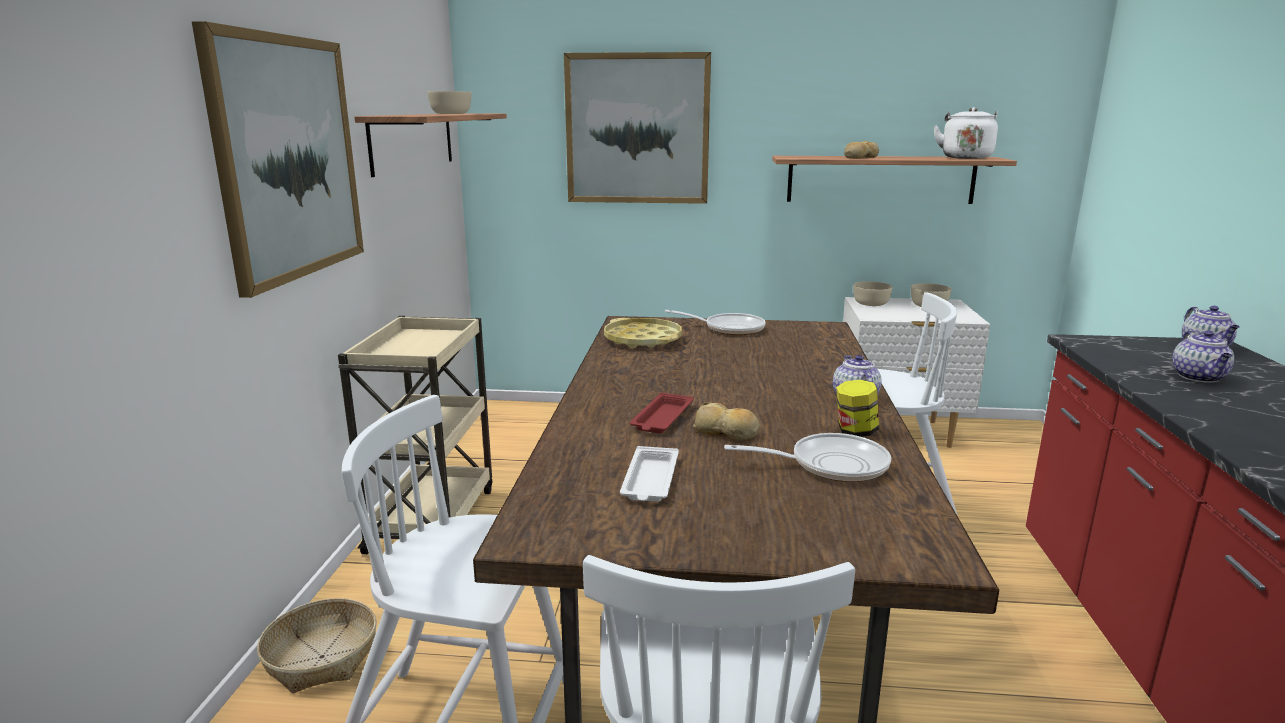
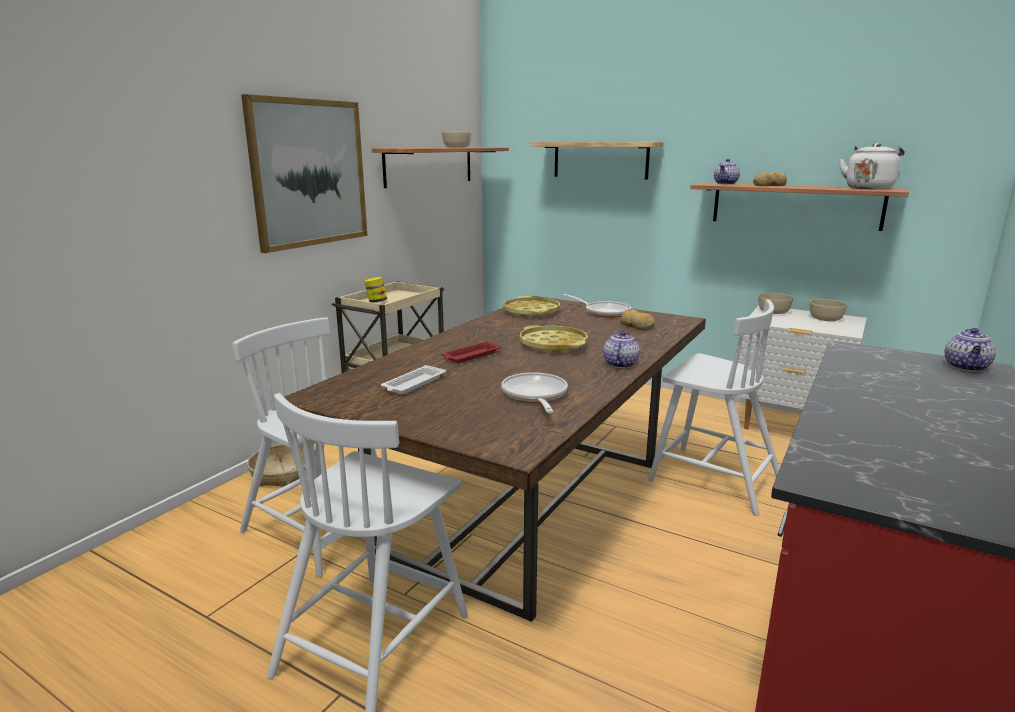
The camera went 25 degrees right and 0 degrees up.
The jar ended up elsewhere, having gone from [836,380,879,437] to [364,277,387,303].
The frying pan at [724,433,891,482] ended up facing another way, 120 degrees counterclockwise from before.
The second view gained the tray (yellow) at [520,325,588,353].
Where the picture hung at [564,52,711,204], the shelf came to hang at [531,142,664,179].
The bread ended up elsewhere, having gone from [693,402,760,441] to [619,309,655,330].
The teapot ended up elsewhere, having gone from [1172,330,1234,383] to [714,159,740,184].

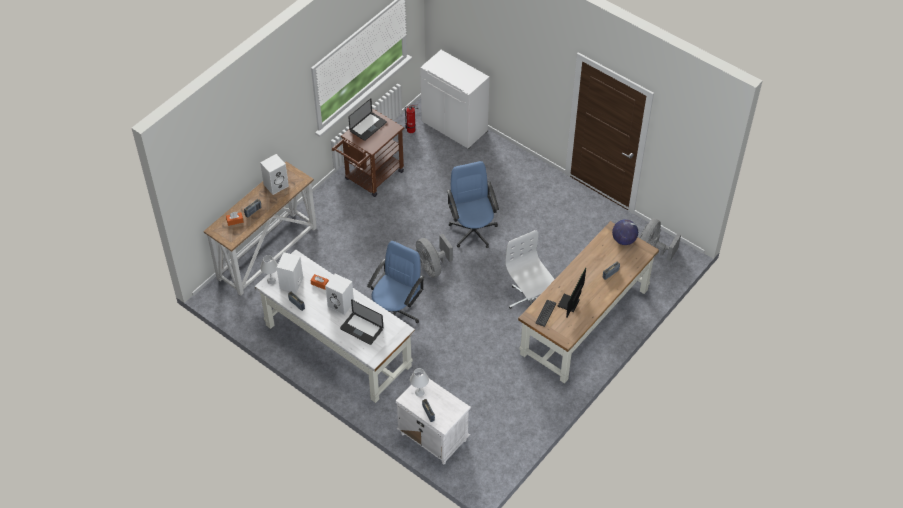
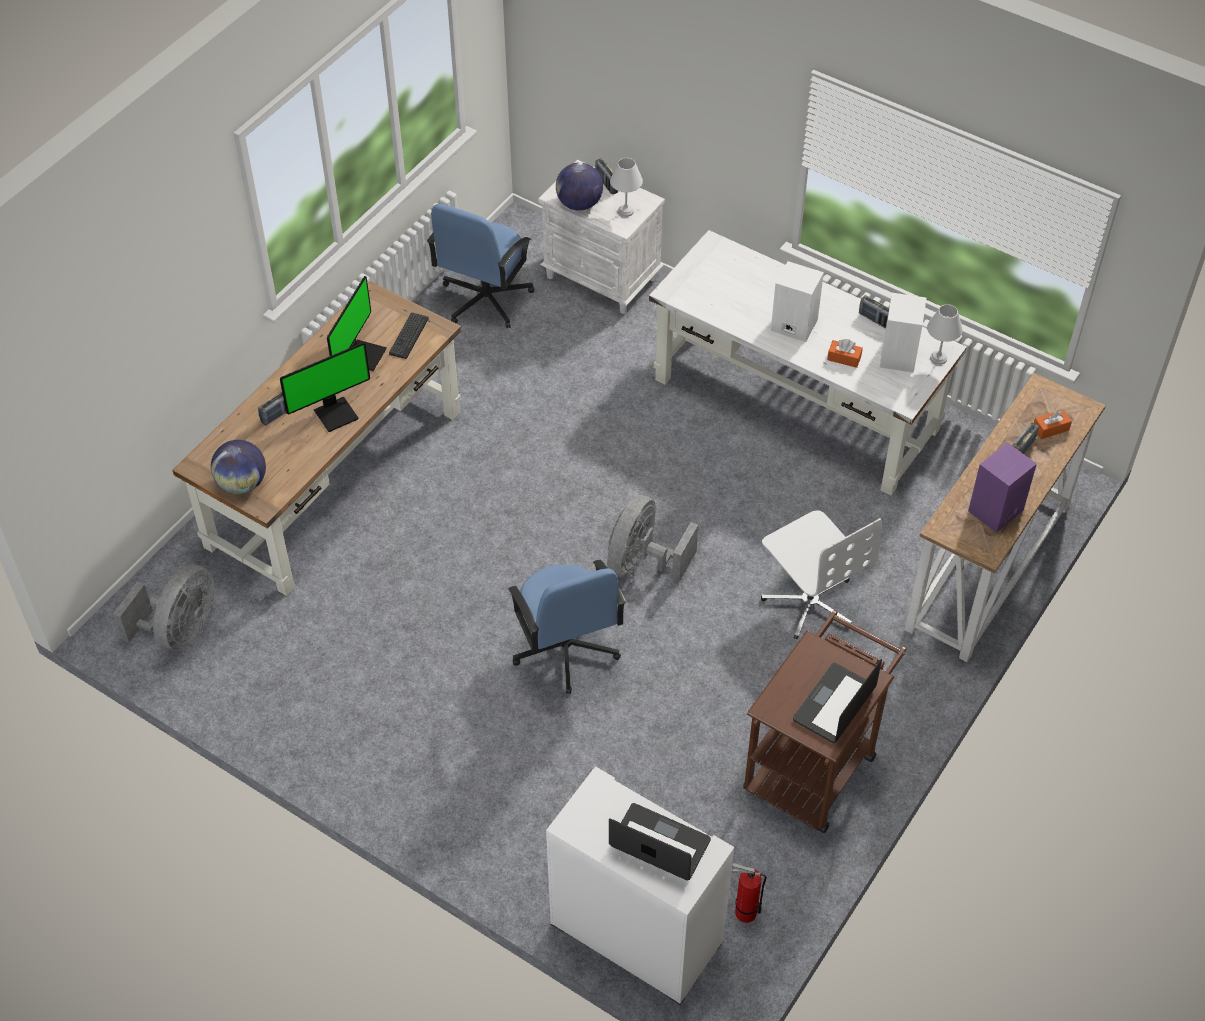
The camera went 175 degrees right and 0 degrees up.
The second view gained the monitor at [280,342,370,432].
The office chair (blue) ended up elsewhere, having gone from [367,241,424,323] to [427,204,534,328].
The second view gained the globe at [556,162,603,211].
The fan (grey) at [416,234,453,278] ended up facing another way, 120 degrees counterclockwise from before.
The laptop ended up elsewhere, having gone from [340,299,383,345] to [609,803,711,880].
The office chair (white) ended up elsewhere, having gone from [505,230,555,309] to [761,510,882,639].
What was the speaker (white) at [260,154,289,195] turned into the speaker (purple) at [968,442,1037,533].

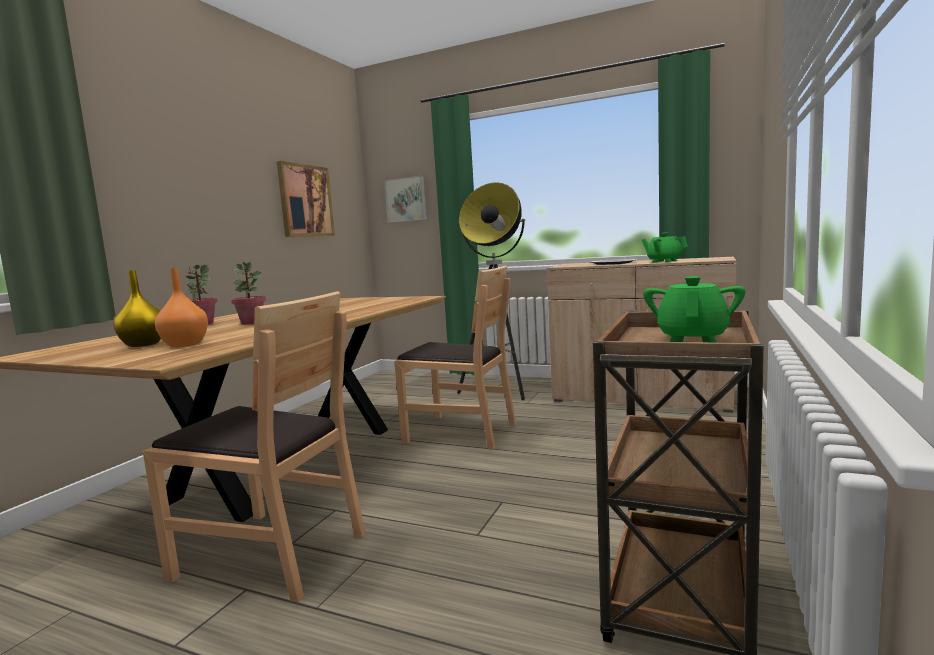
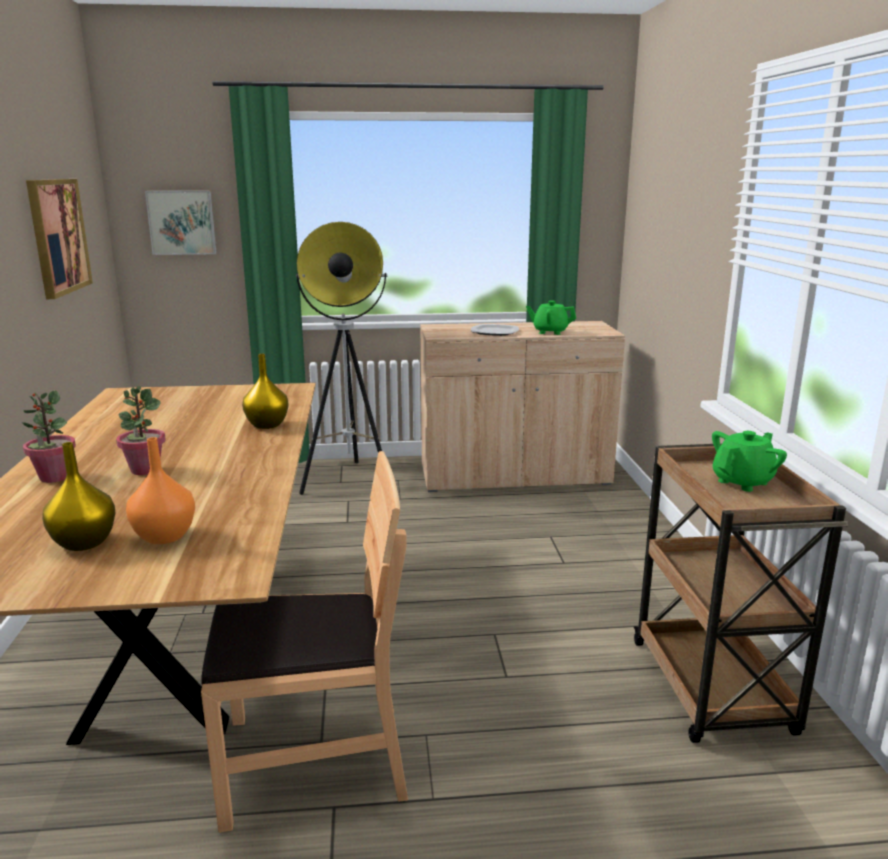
The camera went 30 degrees left and 10 degrees up.
The second view gained the vase (yellow) at [242,354,288,429].
The teapot (green) at [643,276,745,343] ended up facing another way, 60 degrees clockwise from before.
The second view lost the chair (brown) at [394,266,516,450].

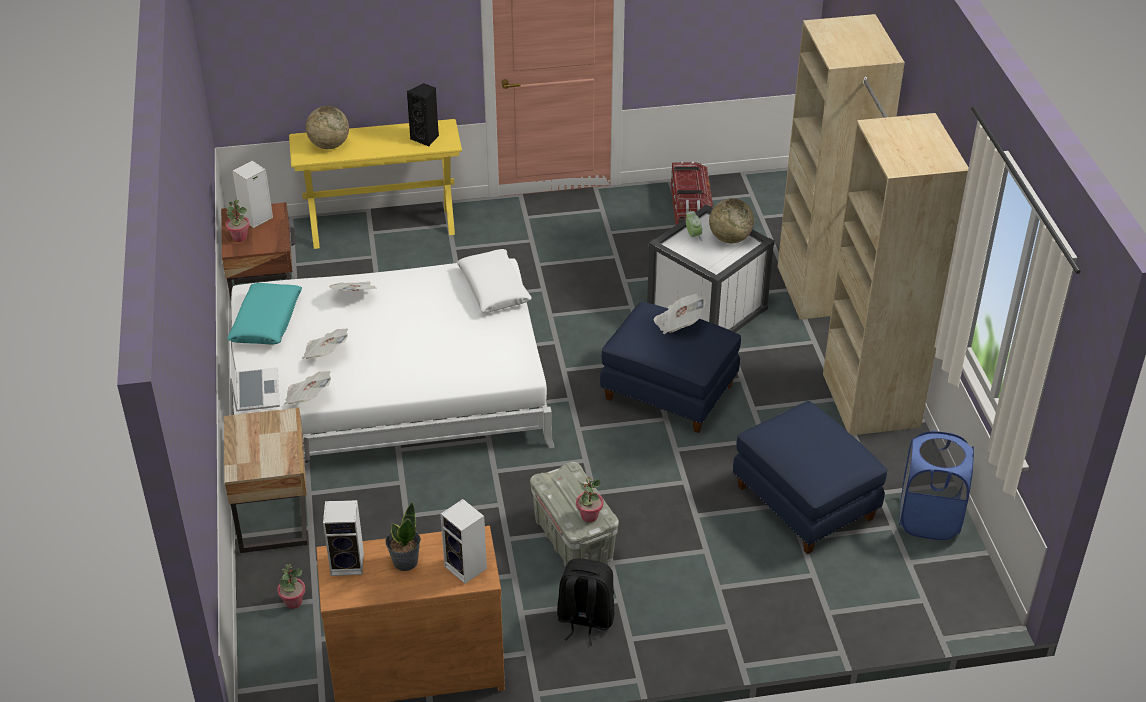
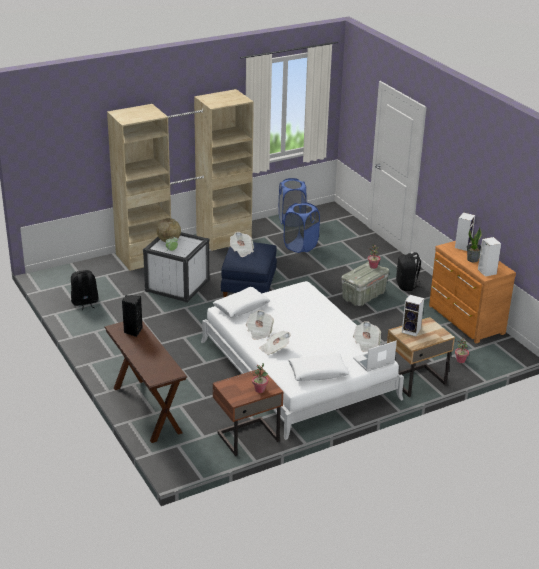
The camera went 110 degrees left and 10 degrees down.
Where the storage box stood at [671,161,713,226], the backpack (black) came to stand at [71,270,99,310].
What was the console table (yellow) at [289,119,462,249] turned into the console table (brown) at [104,321,187,443].
The newspaper ended up elsewhere, having gone from [302,328,348,359] to [246,310,274,340].
Where the ottoman (blue) stood at [733,401,887,554], the laundry basket (blue) came to stand at [284,203,320,253].
What was the pillow (turquoise) at [227,283,302,344] turned into the pillow (white) at [288,353,349,381].
The speaker ended up elsewhere, having gone from [232,161,273,228] to [402,295,424,336].
The second view lost the globe at [306,106,349,149].

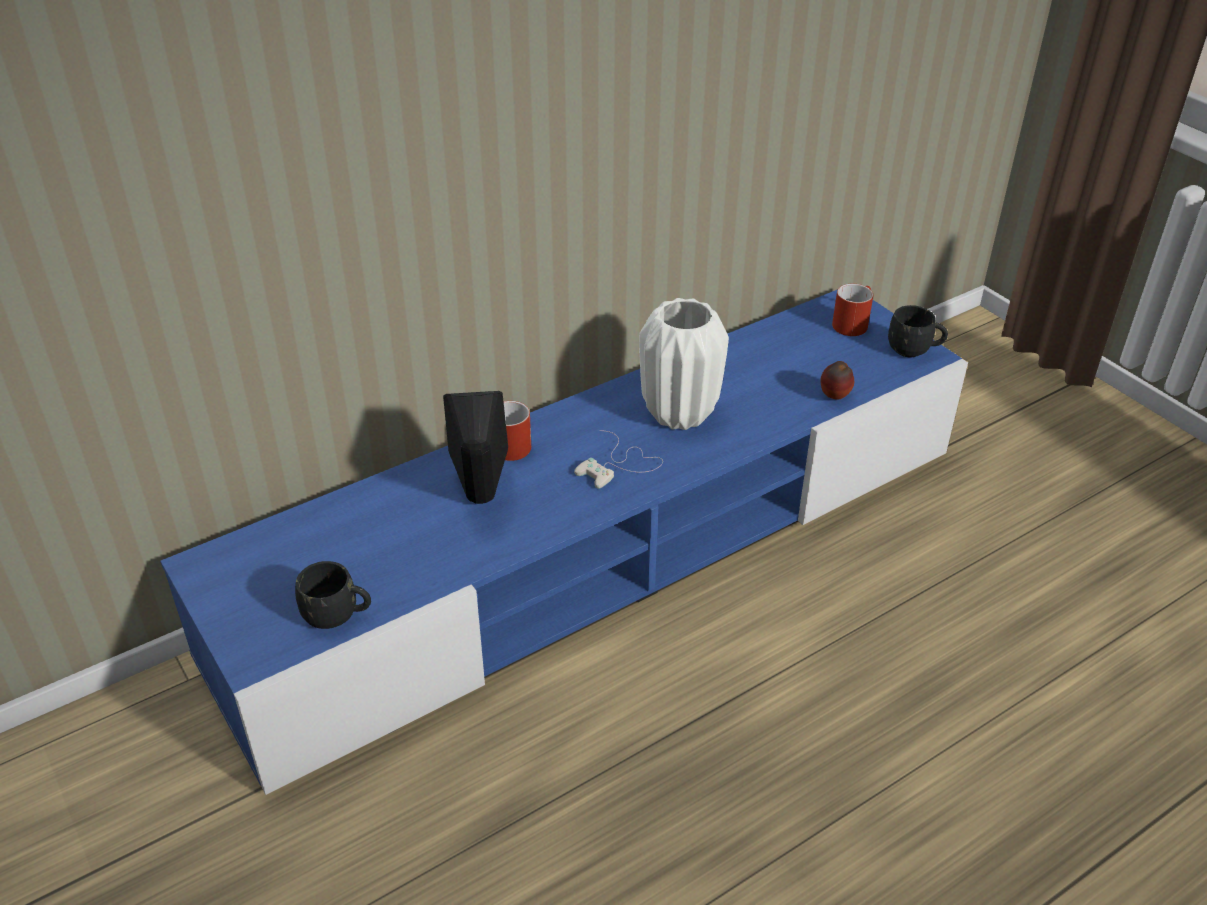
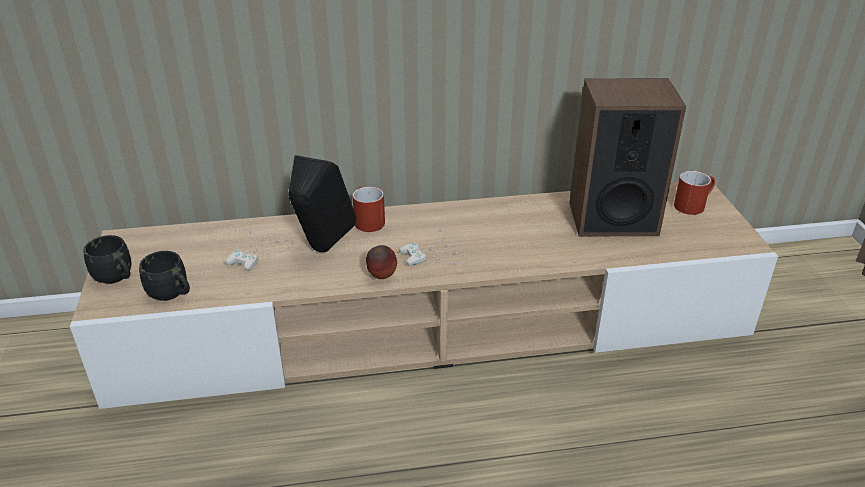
The camera went 25 degrees right and 5 degrees down.
What was the tv stand (blue) at [160,289,968,795] turned into the tv stand (beige) at [70,182,778,409].
The mug (black) ended up elsewhere, having gone from [888,305,948,357] to [84,235,132,284].
The second view gained the game controller (white) at [226,230,294,271].
The apple ended up elsewhere, having gone from [820,361,854,400] to [366,245,397,279].
The second view gained the speaker at [570,78,686,236].
The second view lost the vase (white) at [639,298,729,430].

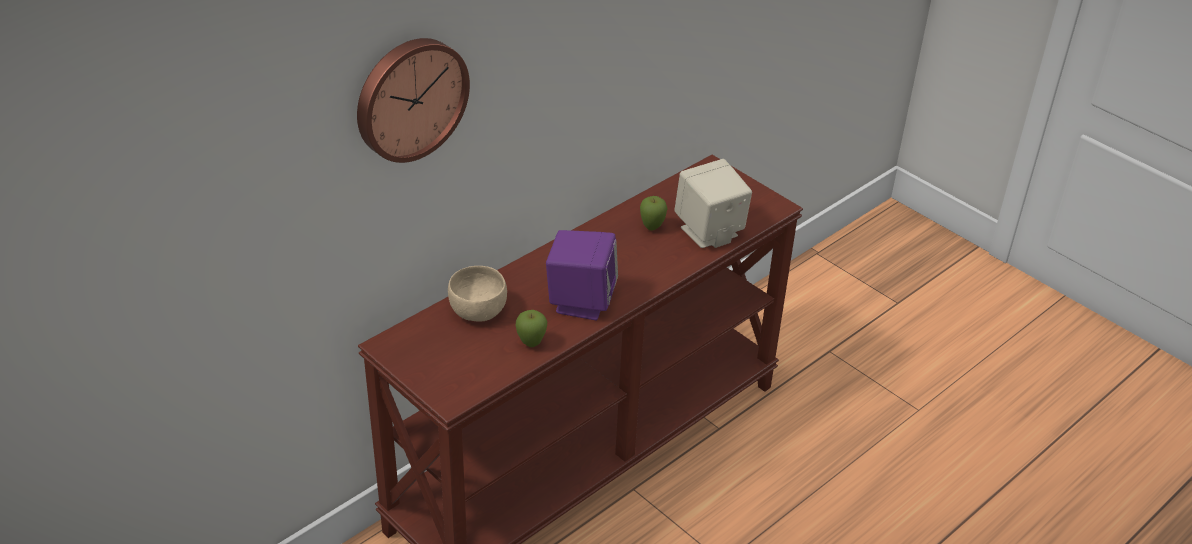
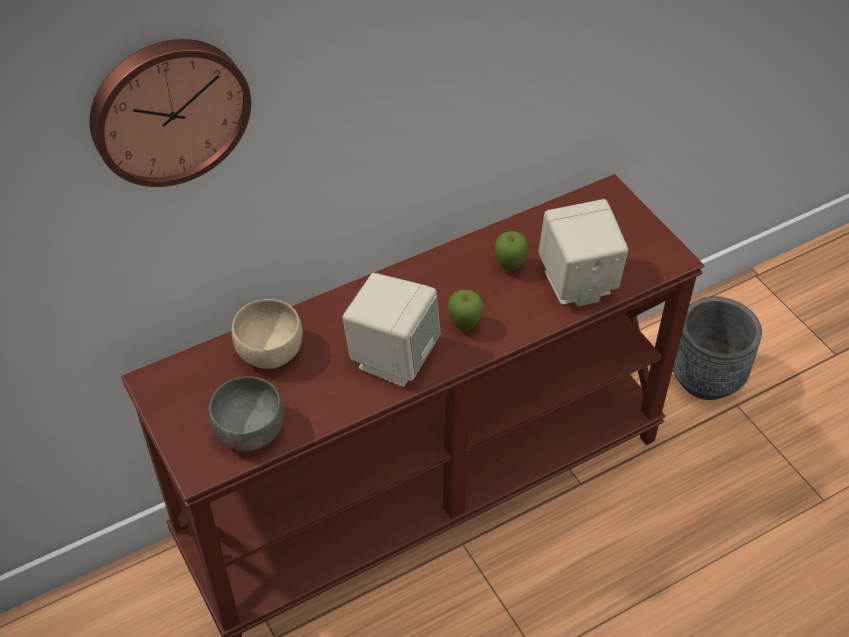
The camera went 15 degrees right and 10 degrees up.
The second view gained the bowl (grey) at [209,376,284,451].
What was the speaker (purple) at [546,230,618,320] turned into the speaker (beige) at [342,273,441,387].
The apple ended up elsewhere, having gone from [516,310,547,347] to [447,290,484,330].
The second view gained the planter (grey) at [673,296,762,400].

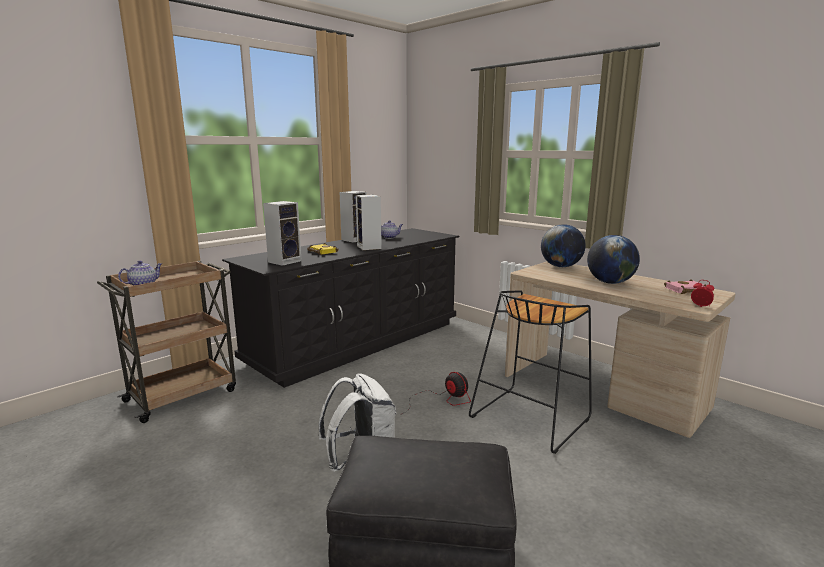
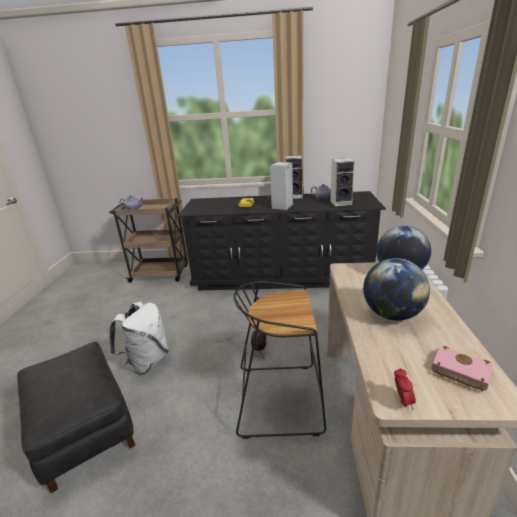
The camera went 50 degrees right and 10 degrees up.
The speaker ended up elsewhere, having gone from [263,201,302,266] to [330,158,355,206].

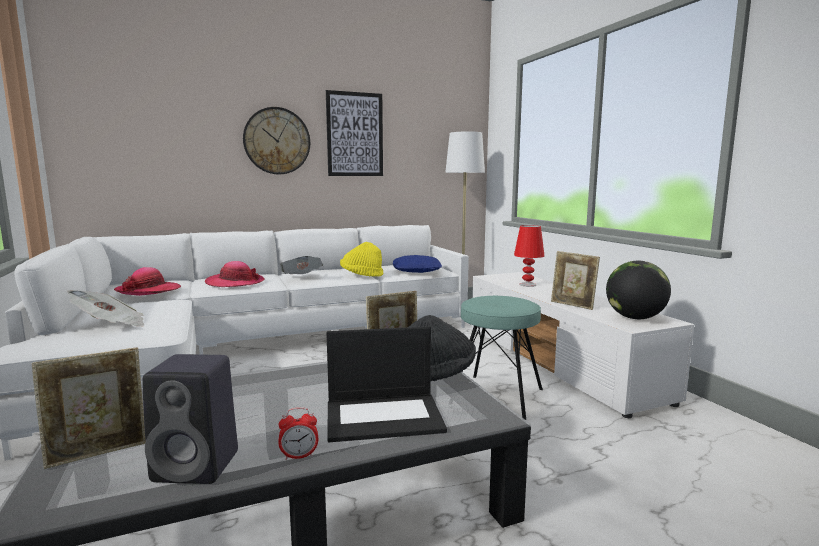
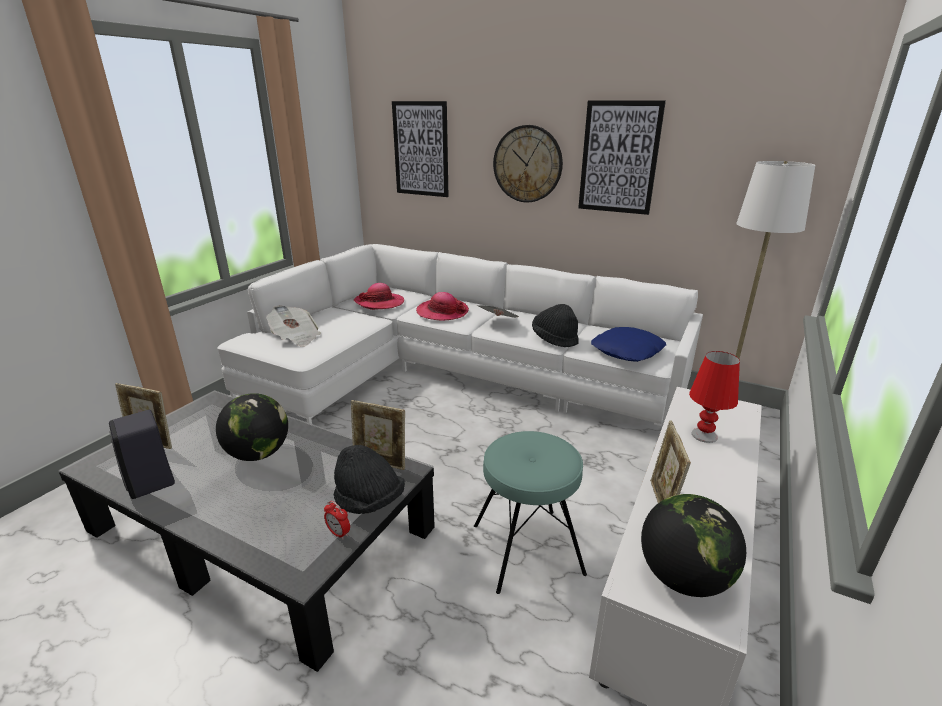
The camera went 50 degrees right and 15 degrees up.
The second view gained the globe at [216,393,288,461].
The alarm clock ended up elsewhere, having gone from [278,407,318,460] to [324,501,350,539].
The second view gained the picture at [392,101,449,197].
What was the hat (yellow) at [340,242,383,277] turned into the hat (black) at [532,304,579,347].
The second view lost the laptop at [326,326,447,442].

